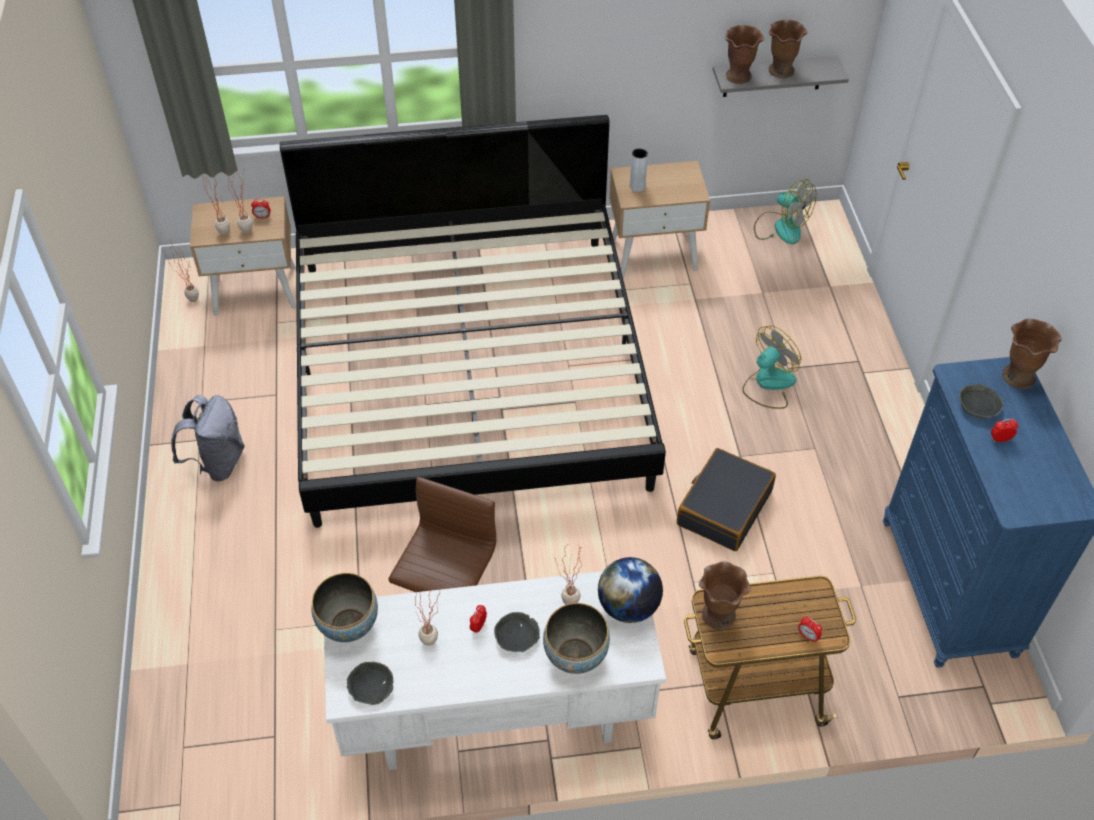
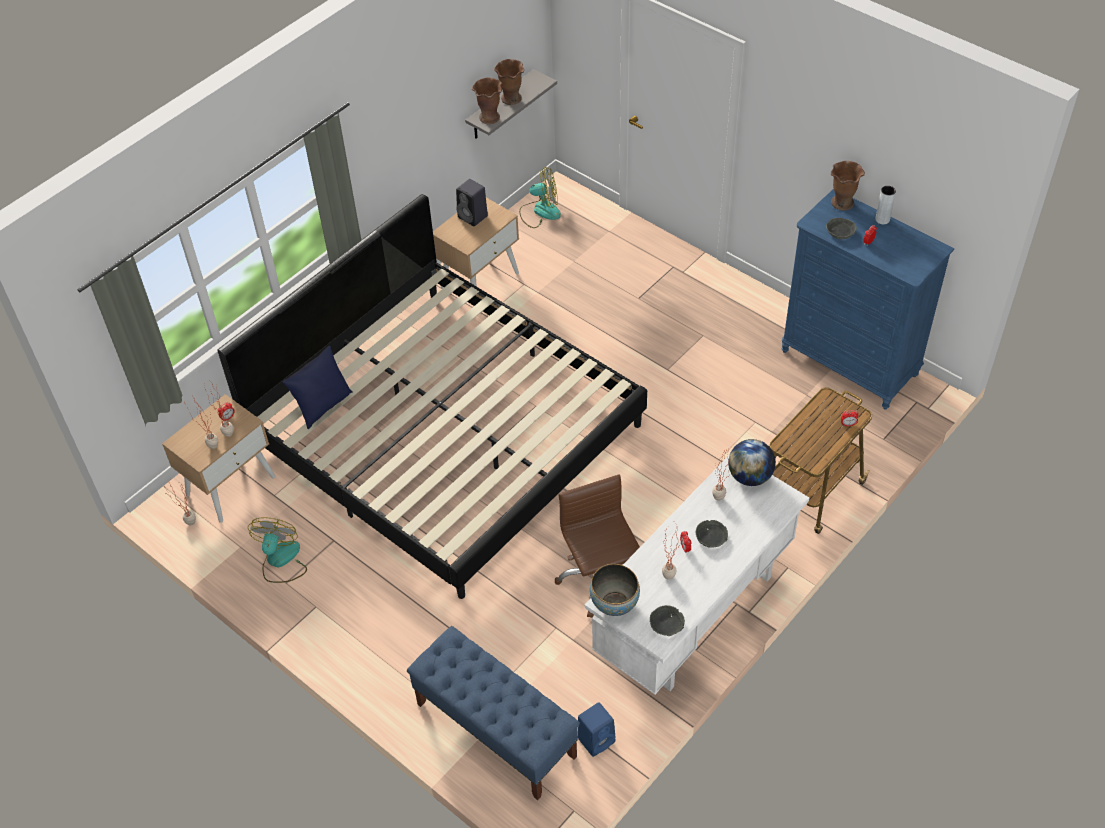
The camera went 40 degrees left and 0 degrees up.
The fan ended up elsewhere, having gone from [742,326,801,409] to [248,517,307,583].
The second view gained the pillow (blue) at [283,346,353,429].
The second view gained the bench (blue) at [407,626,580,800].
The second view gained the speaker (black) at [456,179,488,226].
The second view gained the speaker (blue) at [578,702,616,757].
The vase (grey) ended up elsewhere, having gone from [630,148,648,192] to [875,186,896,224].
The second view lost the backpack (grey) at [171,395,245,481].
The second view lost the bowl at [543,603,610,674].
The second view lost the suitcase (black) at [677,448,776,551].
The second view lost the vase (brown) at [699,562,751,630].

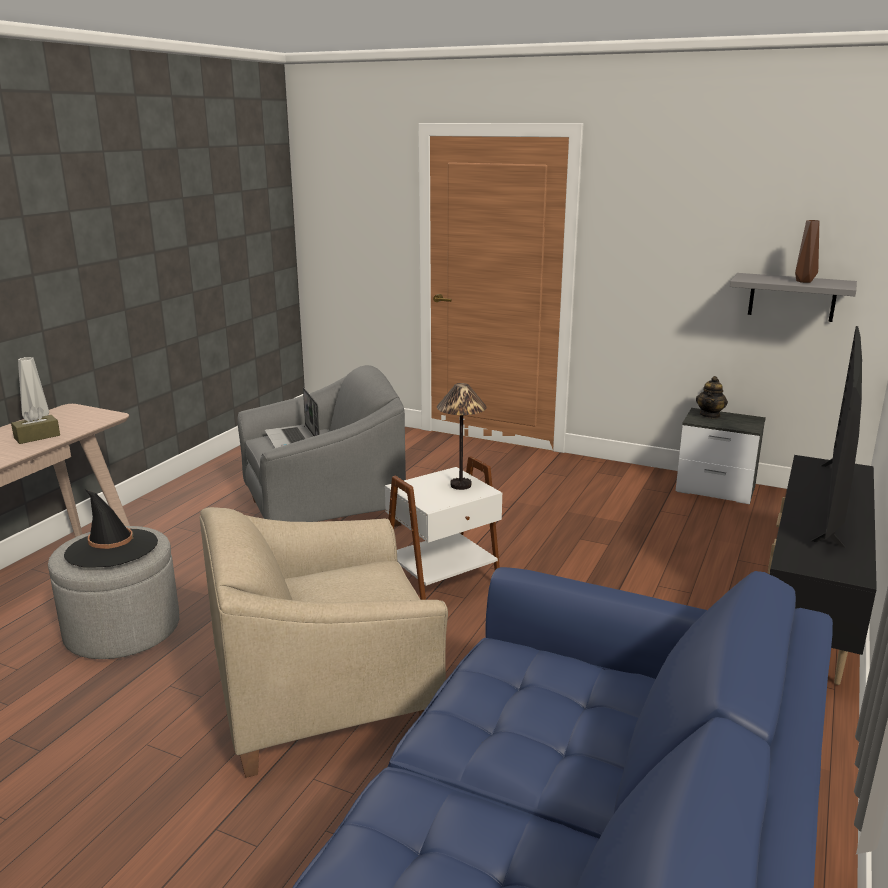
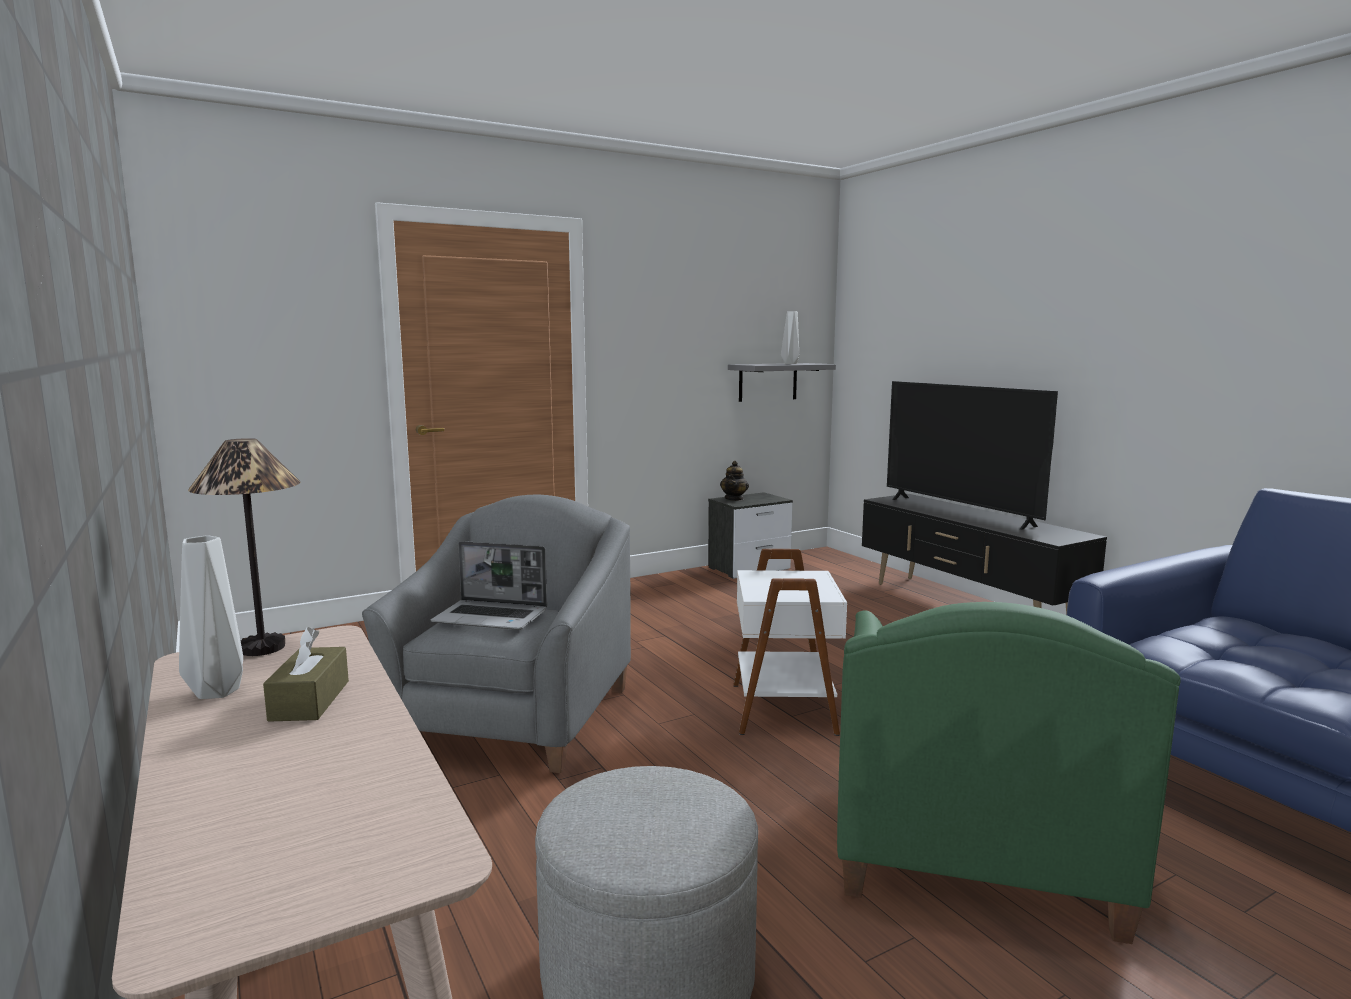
The camera went 55 degrees left and 10 degrees down.
The table lamp ended up elsewhere, having gone from [437,383,487,490] to [188,438,300,656].
The teapot at [696,376,728,419] ended up facing another way, 45 degrees clockwise from before.
What was the vase (brown) at [795,220,819,283] turned into the vase (grey) at [781,311,799,364].
What was the armchair (beige) at [200,507,448,778] turned into the armchair (green) at [837,602,1181,944].
The second view lost the hat (black) at [64,490,158,568].

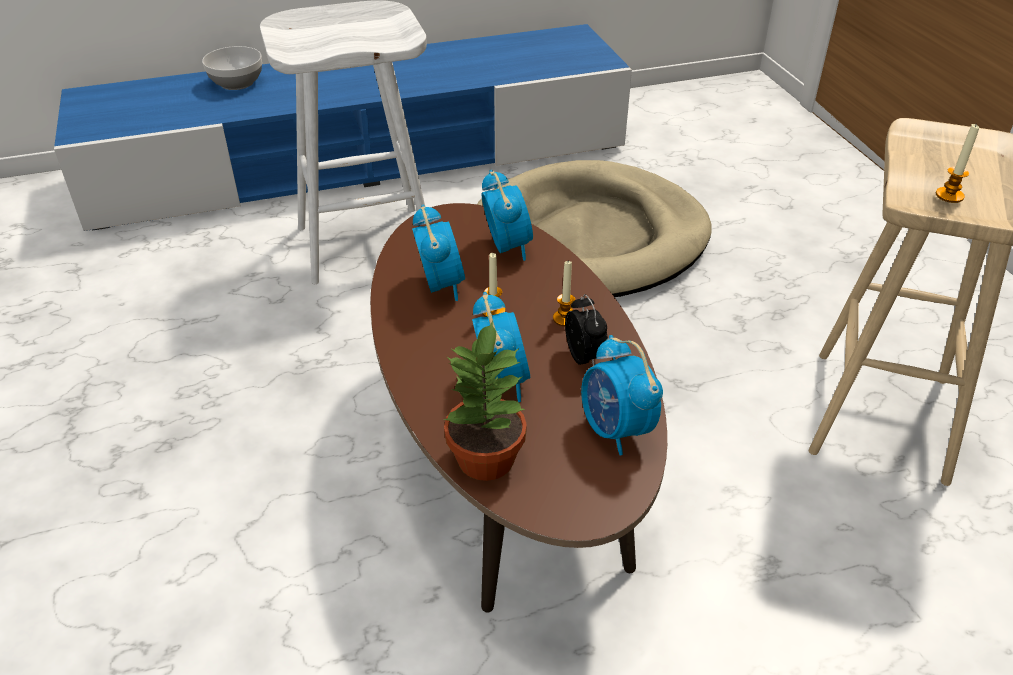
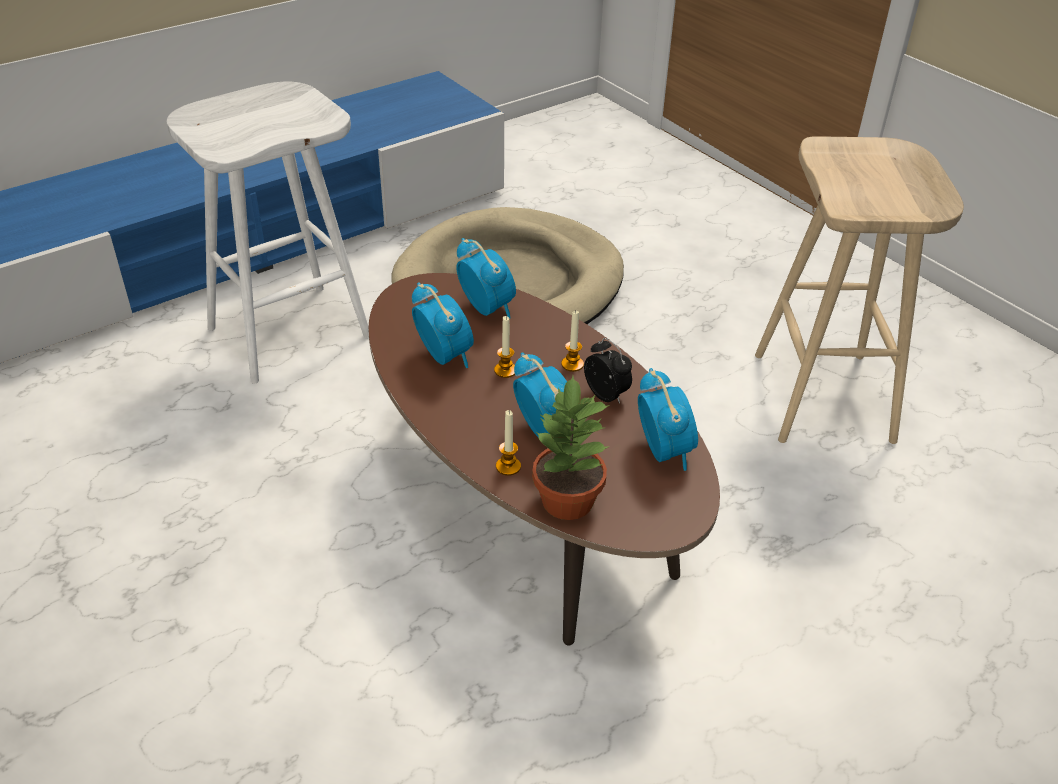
The camera went 20 degrees left and 0 degrees up.
The candle ended up elsewhere, having gone from [936,123,979,203] to [496,410,521,476].
The alarm clock at [581,335,663,456] ended up facing another way, 150 degrees counterclockwise from before.
The second view lost the bowl at [202,46,262,90].

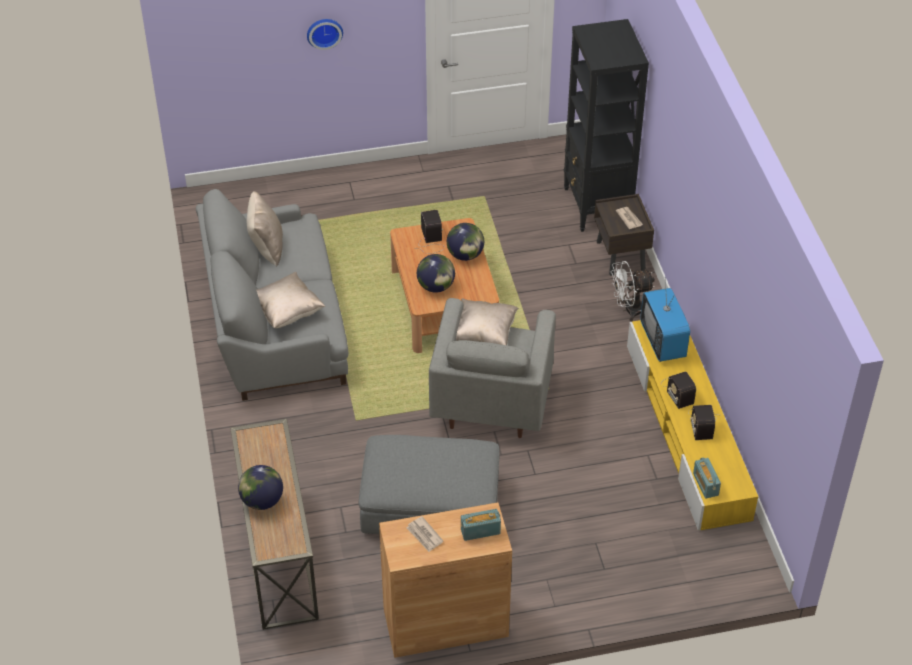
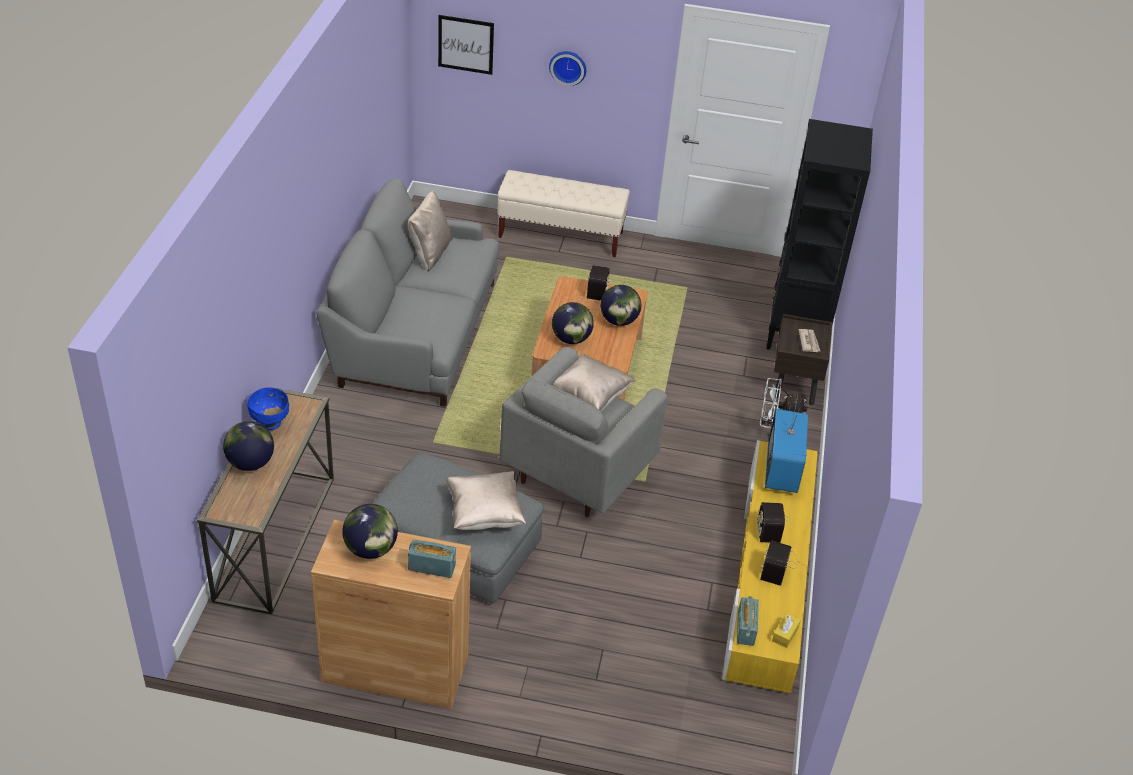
The camera went 20 degrees right and 5 degrees down.
The second view gained the bowl (blue) at [247,387,289,430].
Where the newspaper stood at [407,516,443,552], the globe came to stand at [342,504,398,559].
The second view gained the picture at [438,15,494,75].
The pillow (beige) ended up elsewhere, having gone from [256,272,325,328] to [446,471,526,530].
The second view gained the bench (beige) at [497,170,630,257].
The second view gained the tissue box (yellow) at [772,613,801,648].

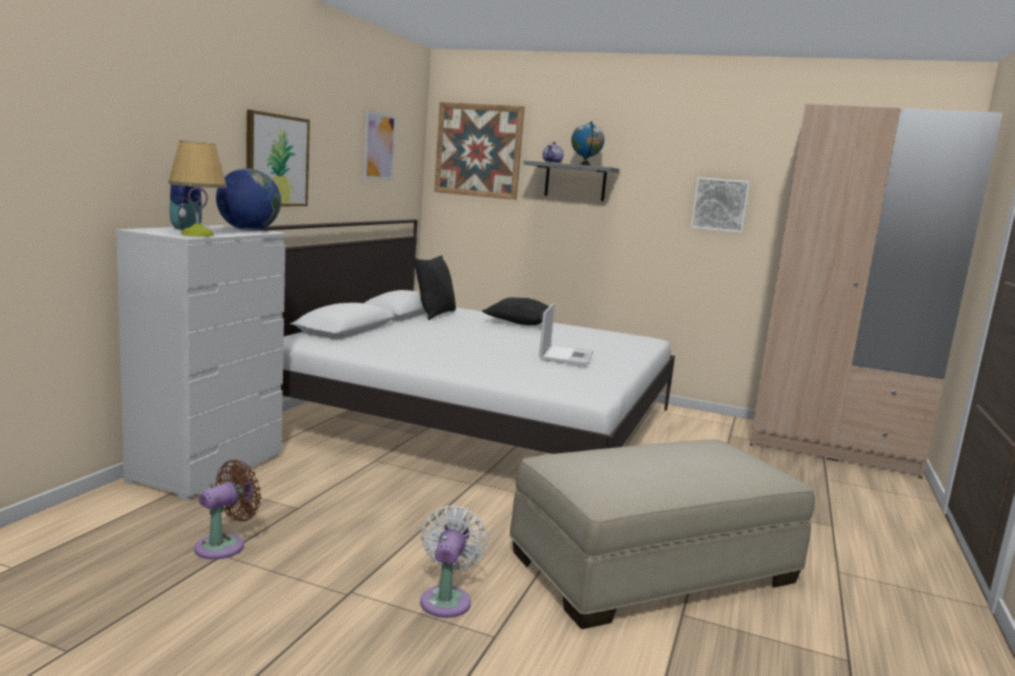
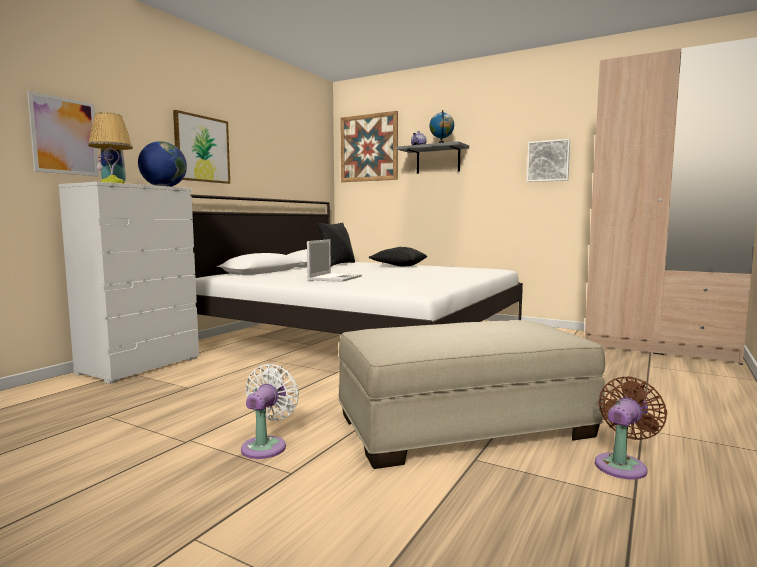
The camera went 10 degrees right and 5 degrees down.
The picture ended up elsewhere, having gone from [364,110,396,180] to [27,91,99,176].
The laptop ended up elsewhere, having gone from [539,303,593,366] to [307,239,362,282].
The fan (brown) ended up elsewhere, having gone from [194,460,261,560] to [595,376,667,480].

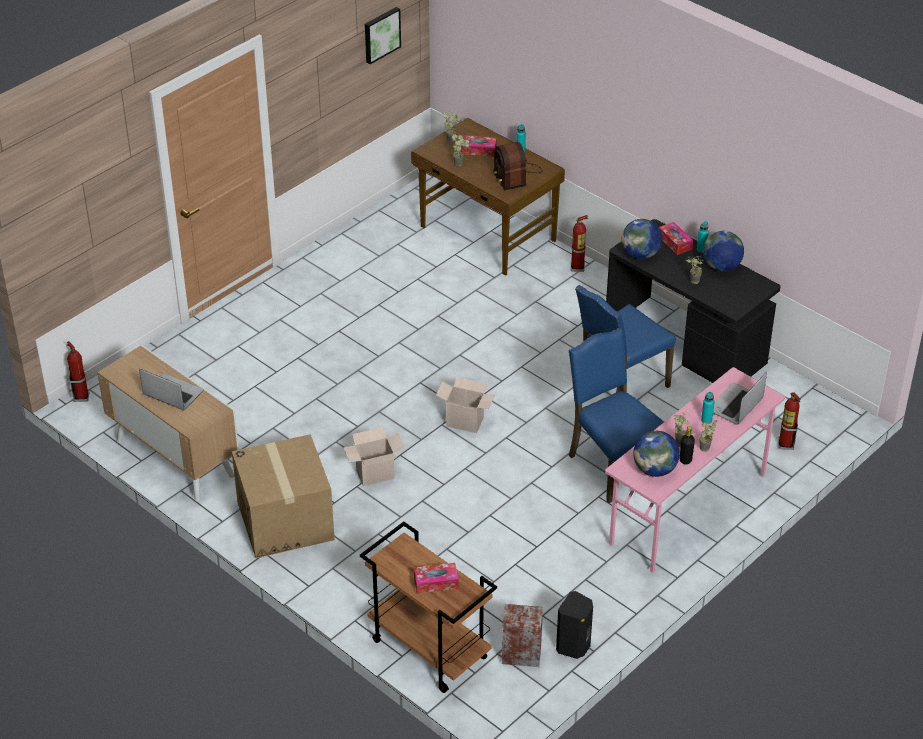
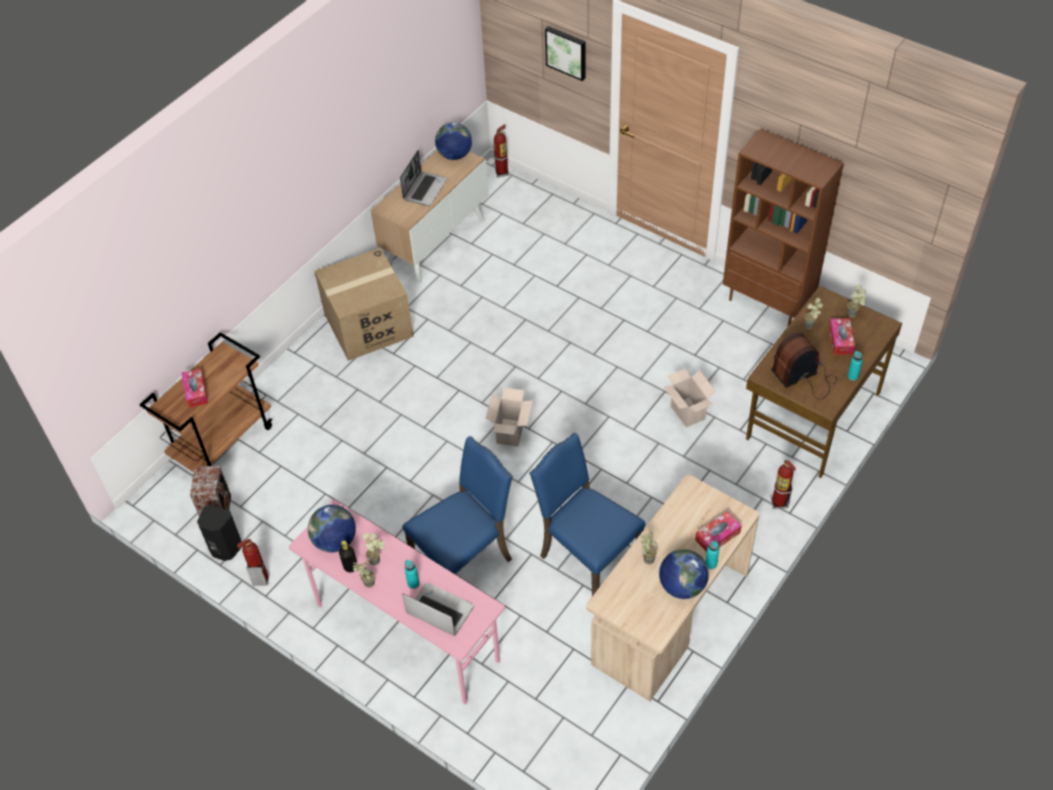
The camera went 85 degrees right and 10 degrees up.
The fire extinguisher ended up elsewhere, having gone from [778,392,801,450] to [237,539,270,586].
The globe ended up elsewhere, having gone from [622,219,662,259] to [435,122,472,160].
The picture ended up elsewhere, having gone from [365,7,401,64] to [545,26,586,81].
What was the desk (black) at [606,219,780,383] turned into the desk (beige) at [587,475,759,701].
The cardboard box ended up elsewhere, having gone from [343,427,404,486] to [664,369,716,427].
The second view gained the bookcase (brown) at [723,128,844,326].

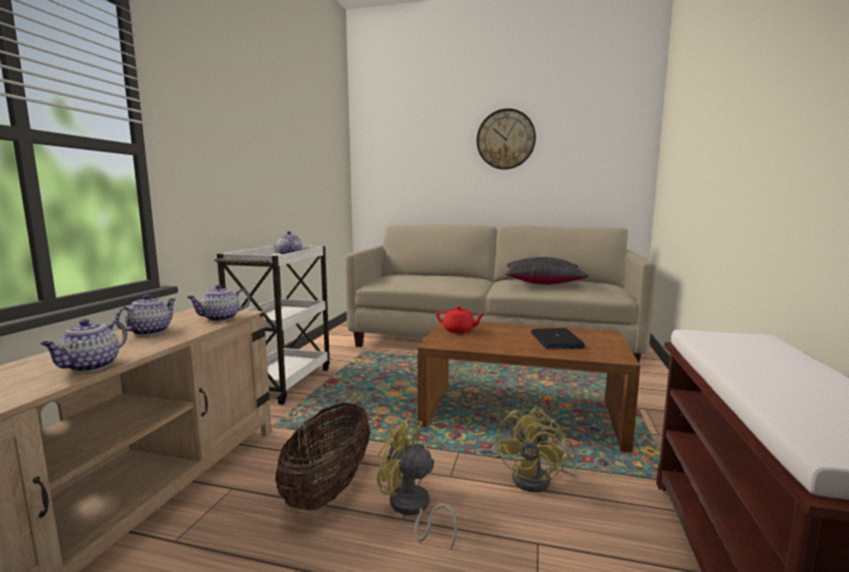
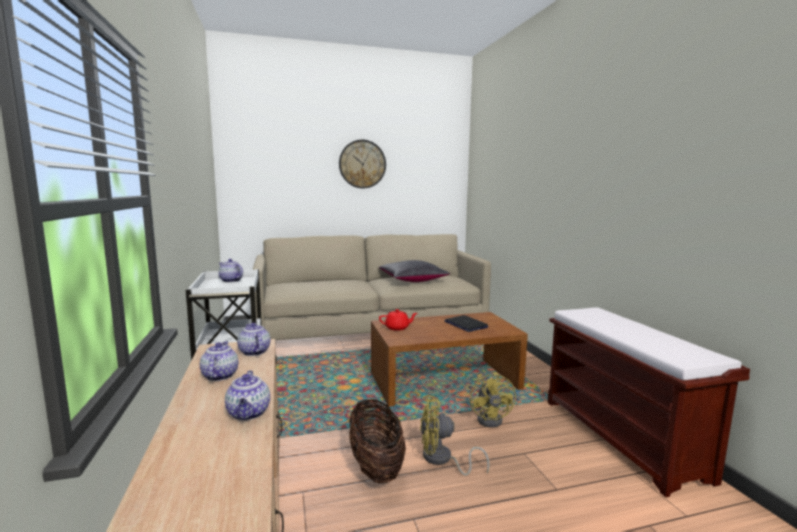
The camera went 30 degrees left and 0 degrees up.
The teapot at [187,285,250,321] ended up facing another way, 120 degrees clockwise from before.

